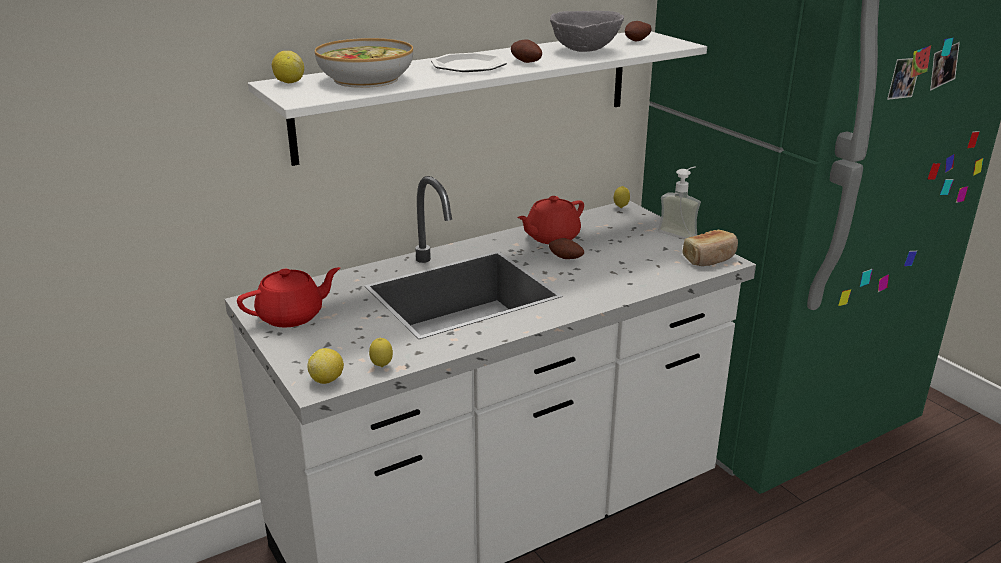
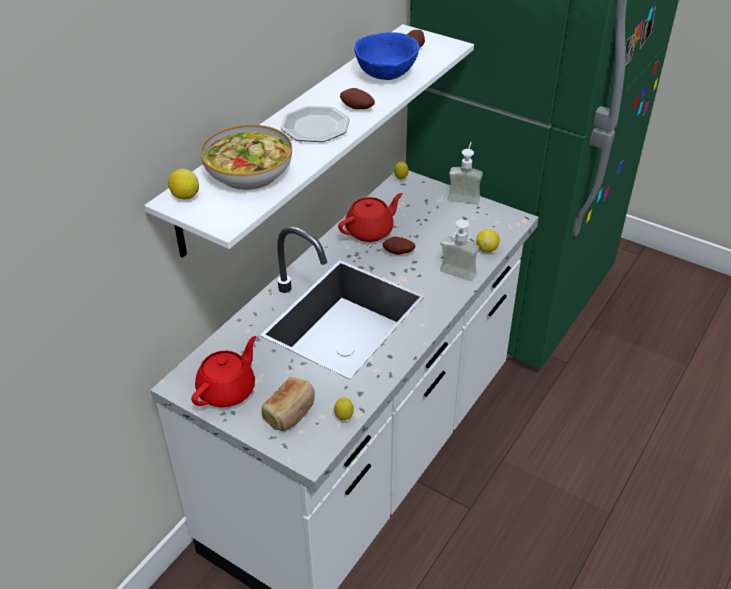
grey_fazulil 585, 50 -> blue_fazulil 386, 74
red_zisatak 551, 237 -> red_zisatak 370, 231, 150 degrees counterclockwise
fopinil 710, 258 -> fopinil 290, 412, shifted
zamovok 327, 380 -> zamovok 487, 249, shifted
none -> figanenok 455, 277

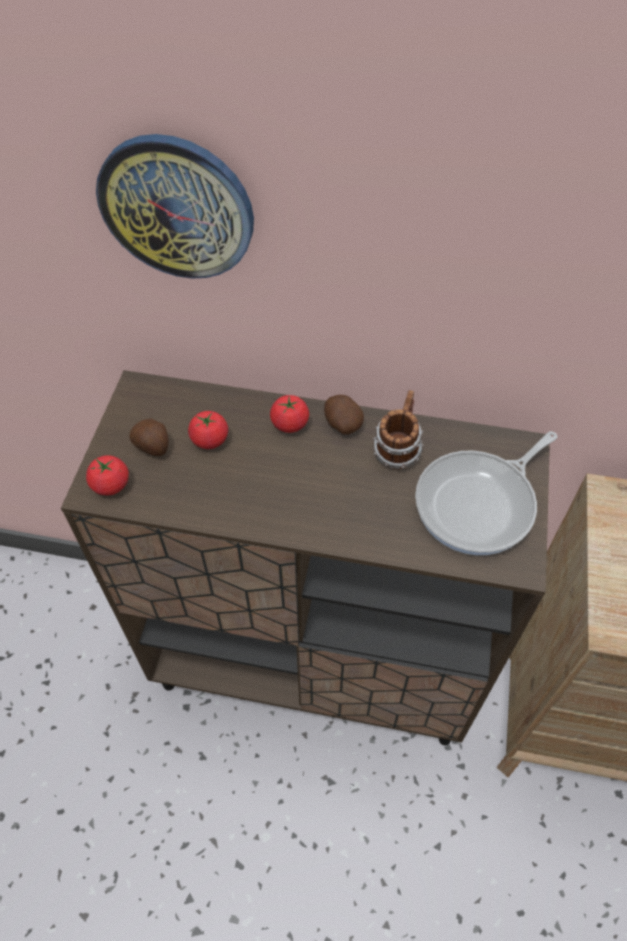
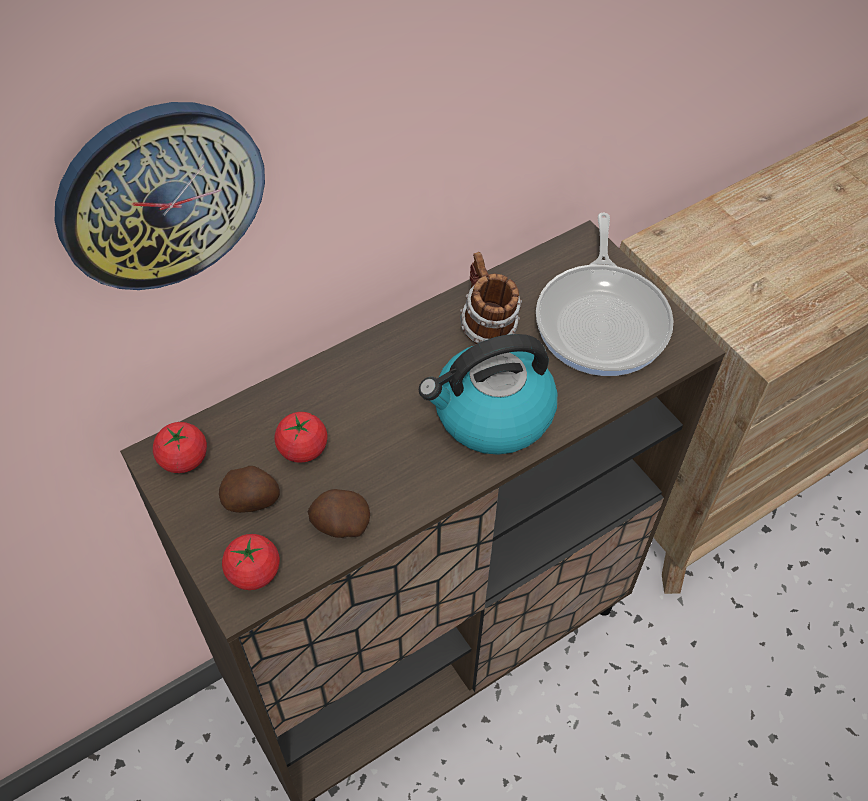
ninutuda 290, 424 -> ninutuda 184, 459, shifted
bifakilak 341, 424 -> bifakilak 340, 524, shifted
none -> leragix 491, 414

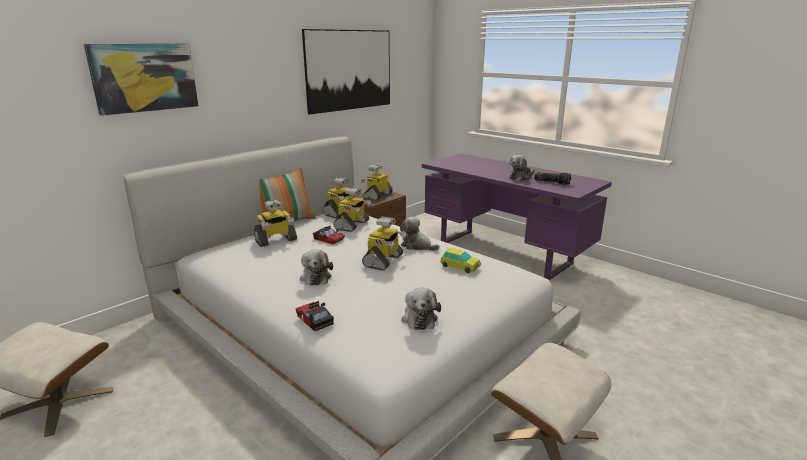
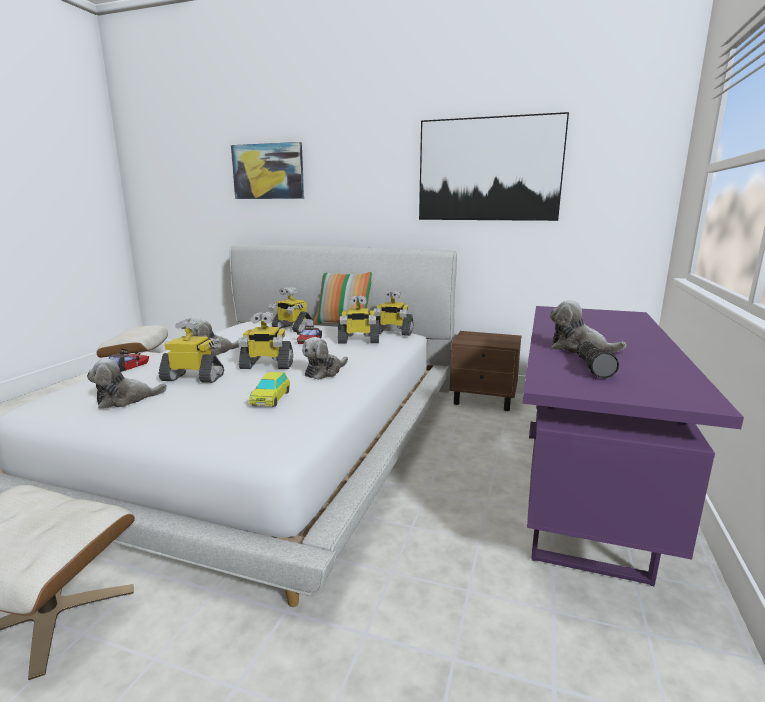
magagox 377, 196 -> magagox 194, 378, shifted
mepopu 417, 246 -> mepopu 324, 372, 150 degrees counterclockwise

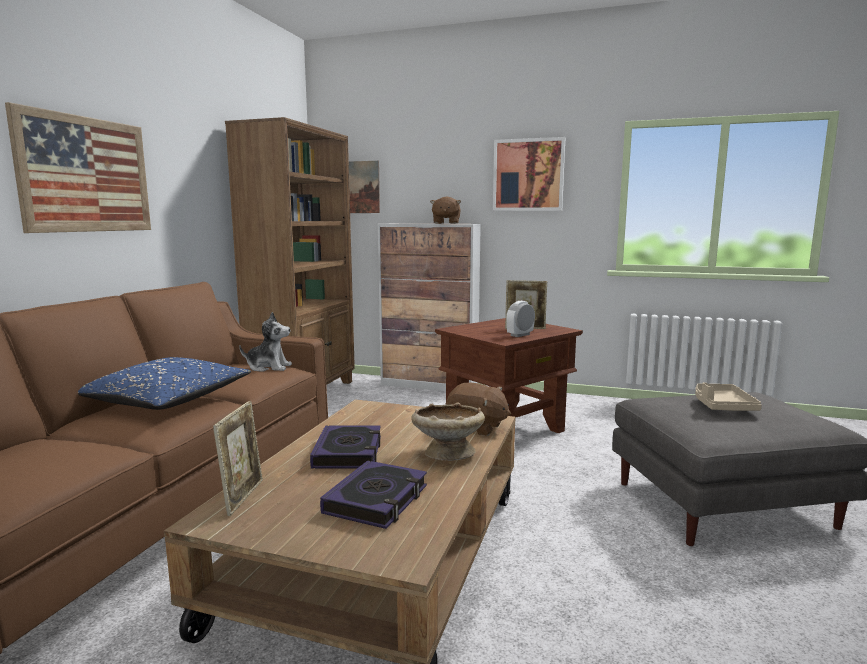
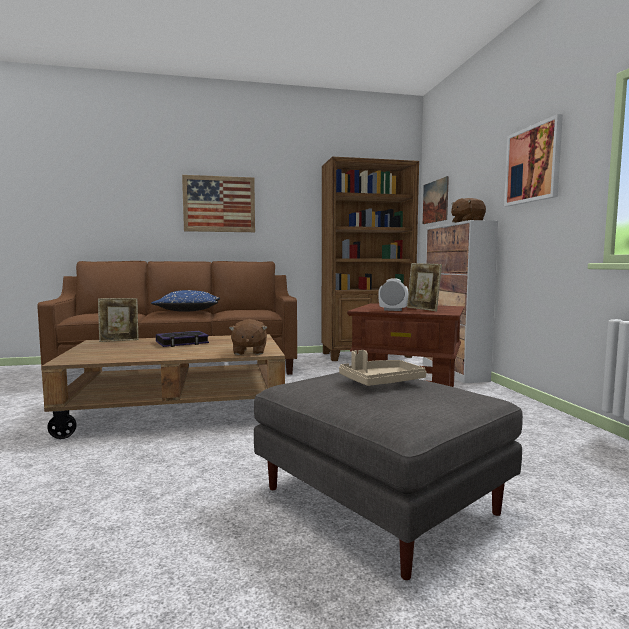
mepopu 268, 367 -> none
beige_fazulil 447, 454 -> none
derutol 377, 500 -> none

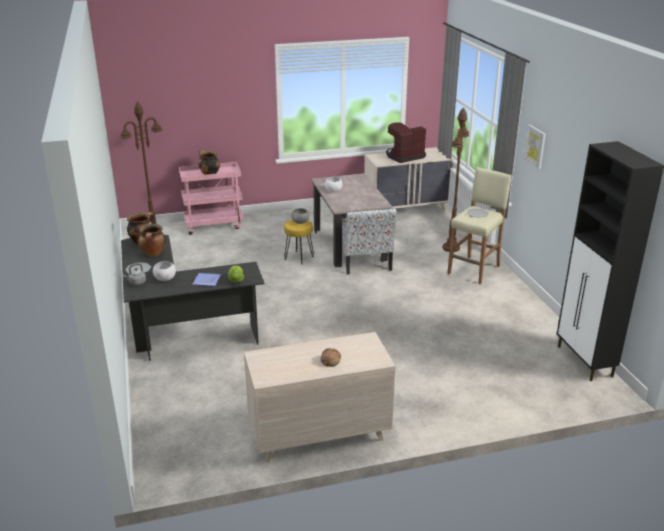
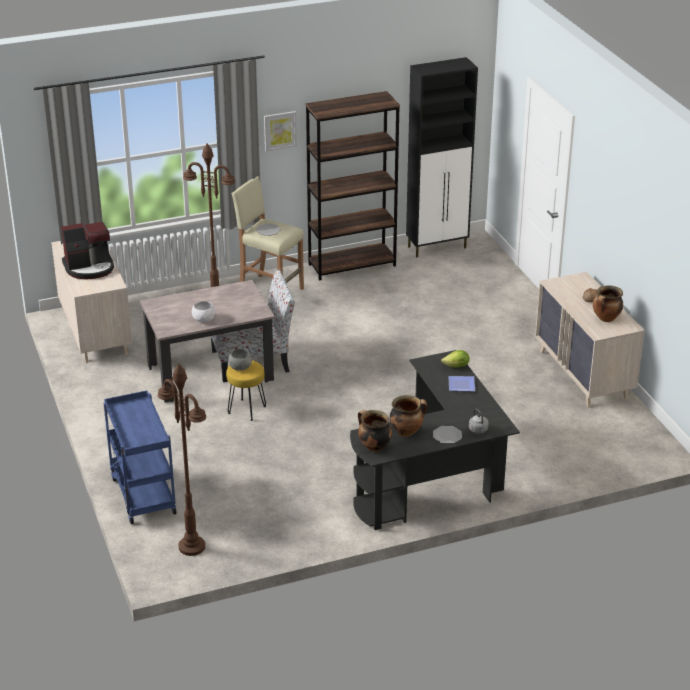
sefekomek 404, 156 -> sefekomek 89, 267, 75 degrees counterclockwise
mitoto 209, 175 -> mitoto 606, 319, shifted
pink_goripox 214, 225 -> blue_goripox 142, 495
white_fazulil 165, 278 -> none
none -> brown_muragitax 352, 265

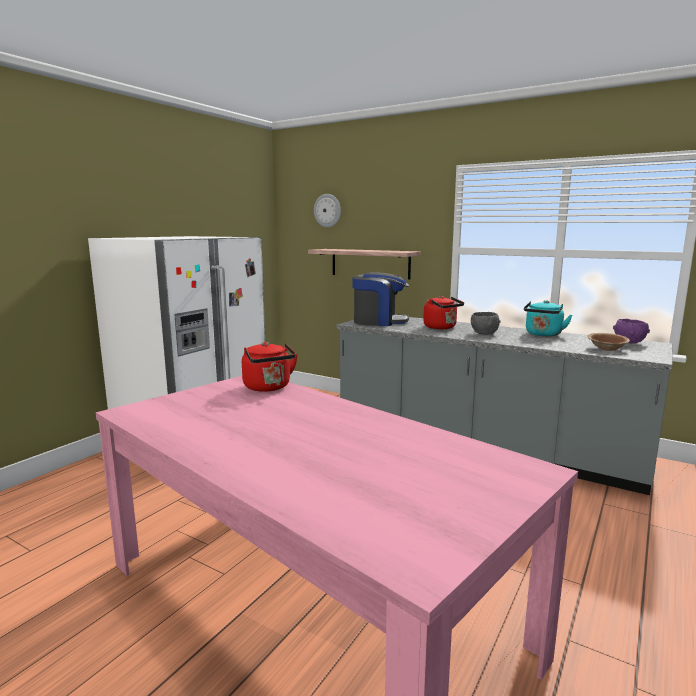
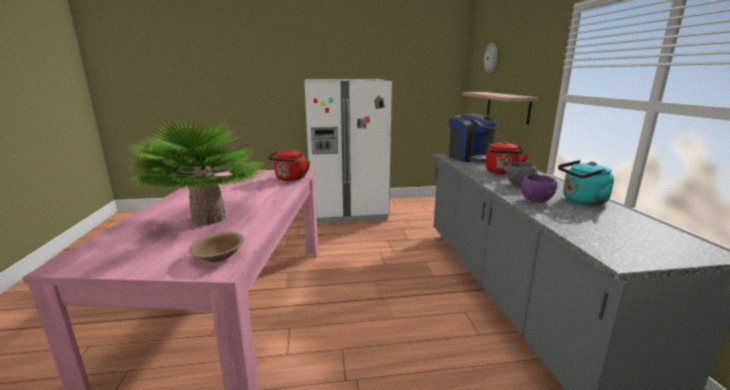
purple_fazulil 629, 342 -> purple_fazulil 535, 201, shifted
brown_fazulil 606, 349 -> brown_fazulil 219, 257, shifted
none -> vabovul 209, 218

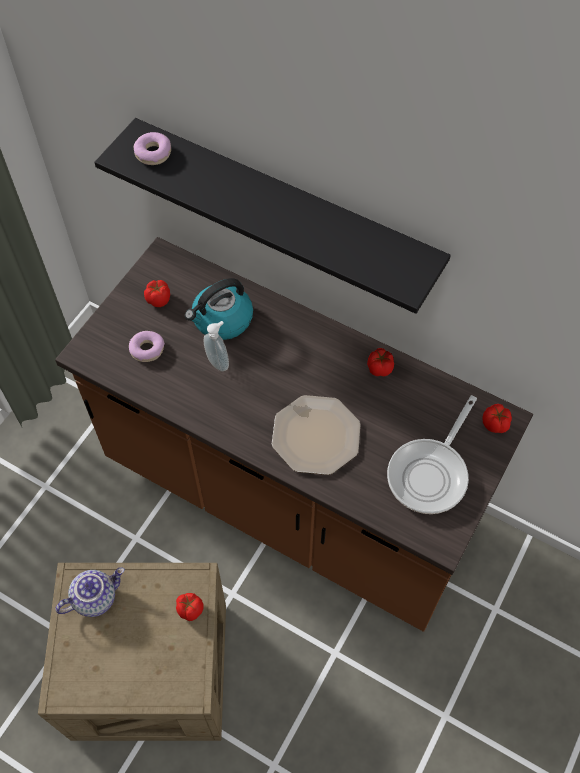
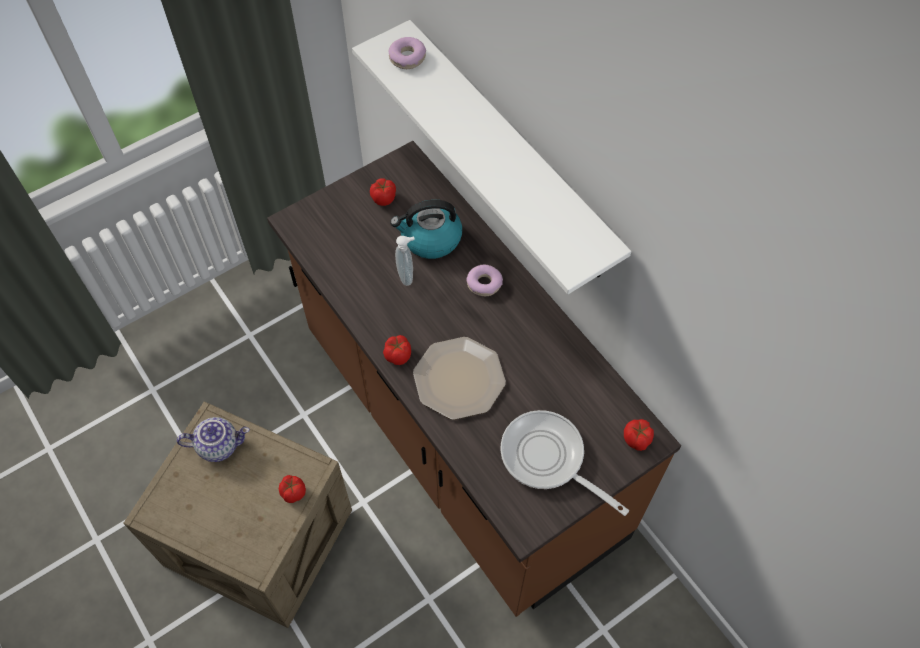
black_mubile 285, 209 -> white_mubile 510, 152
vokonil 147, 349 -> vokonil 484, 284, shifted
ninutuda 379, 368 -> ninutuda 398, 355, shifted
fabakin 431, 473 -> fabakin 548, 459, 75 degrees clockwise

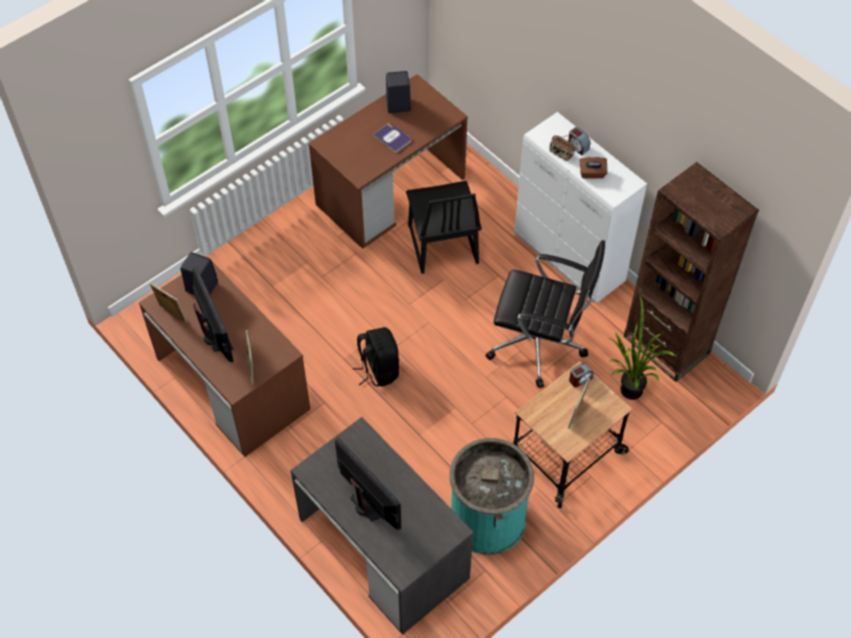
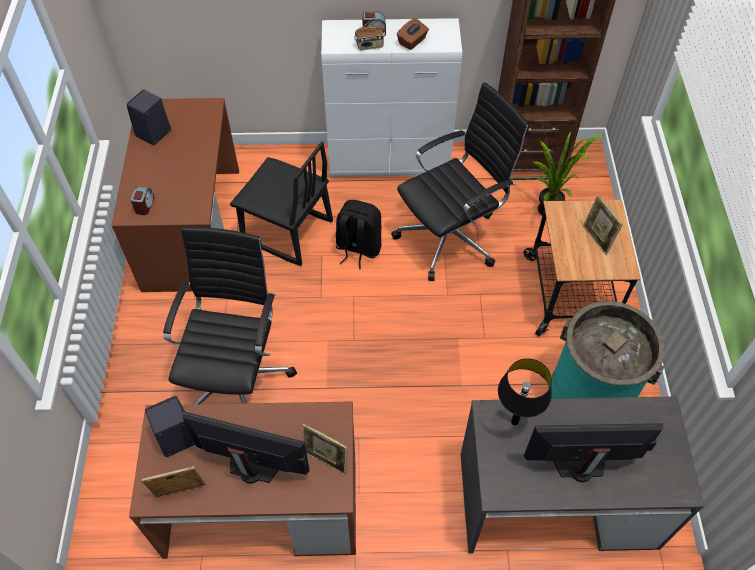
derutol 392, 138 -> none
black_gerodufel 378, 370 -> black_gerodufel 358, 248, shifted
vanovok 580, 379 -> vanovok 144, 205, shifted
none -> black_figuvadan 236, 378
none -> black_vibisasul 514, 422

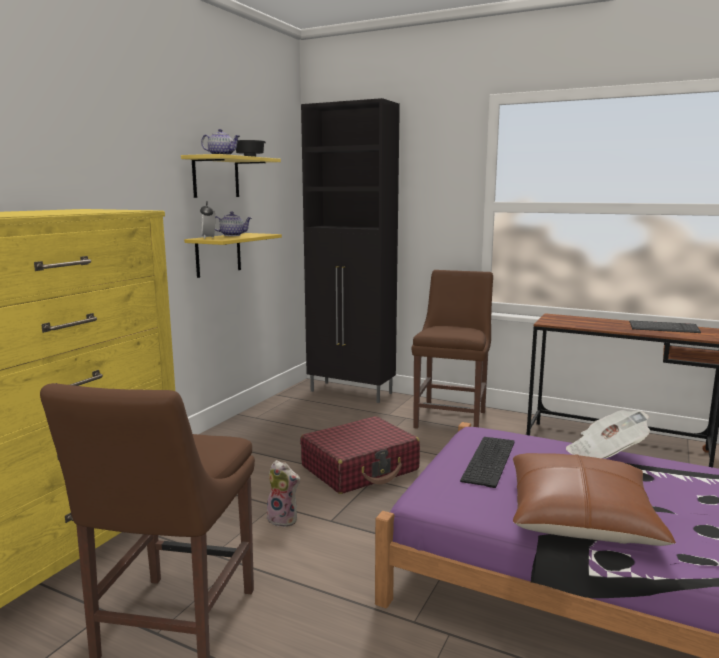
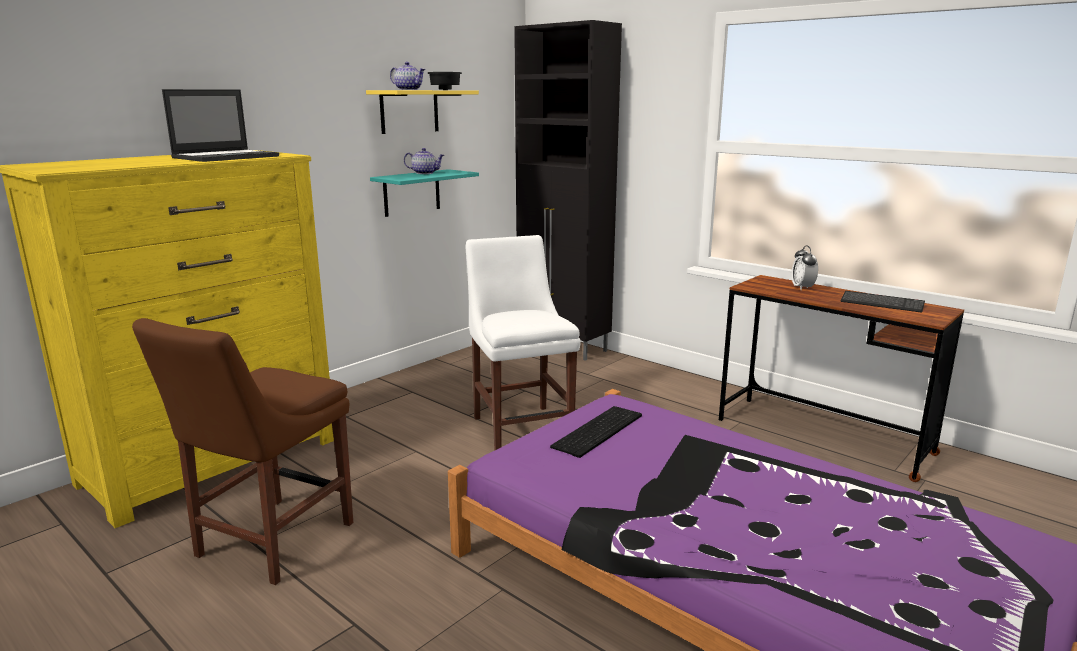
vanovok 208, 238 -> vanovok 802, 288, shifted
yellow_mubile 218, 254 -> turquoise_mubile 411, 192
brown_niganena 452, 418 -> none
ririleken 605, 453 -> none
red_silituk 360, 468 -> white_niganena 521, 426
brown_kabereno 581, 517 -> none
mepopu 284, 519 -> none
none -> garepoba 227, 157

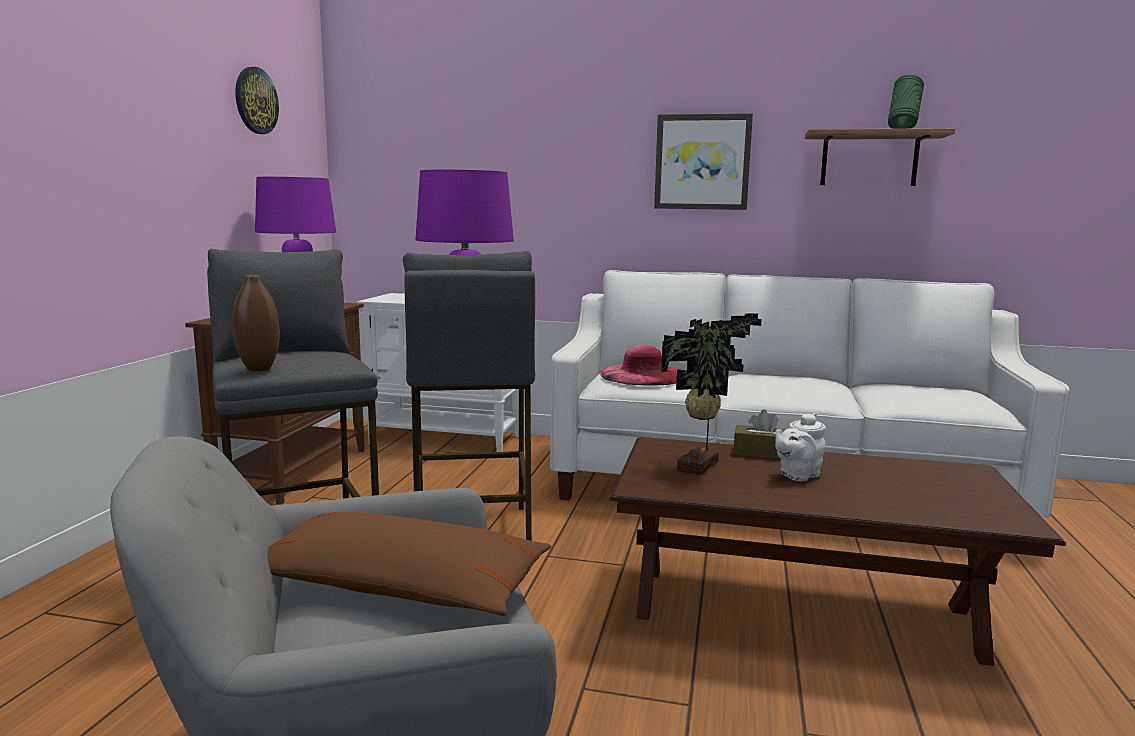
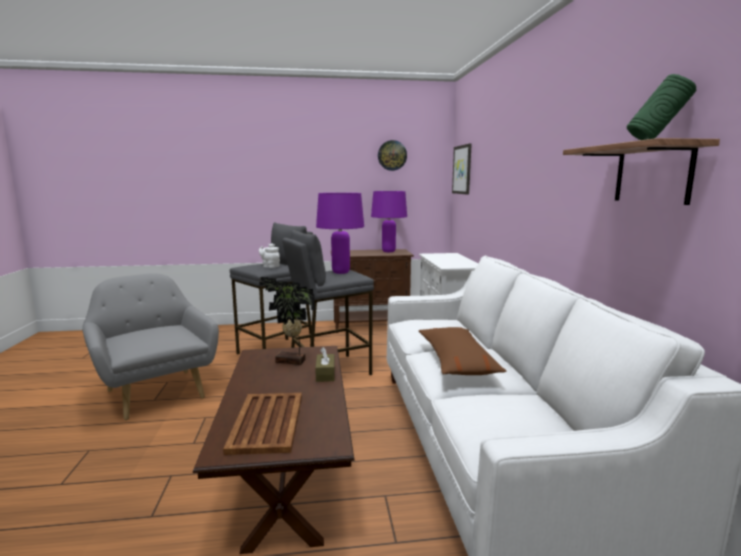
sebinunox 702, 162 -> sebinunox 462, 169, shifted
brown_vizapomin 259, 369 -> none
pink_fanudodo 642, 375 -> none
white_zisatak 797, 475 -> white_zisatak 270, 266, shifted
brown_kabereno 400, 587 -> brown_kabereno 456, 361, shifted
none -> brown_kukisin 267, 422

